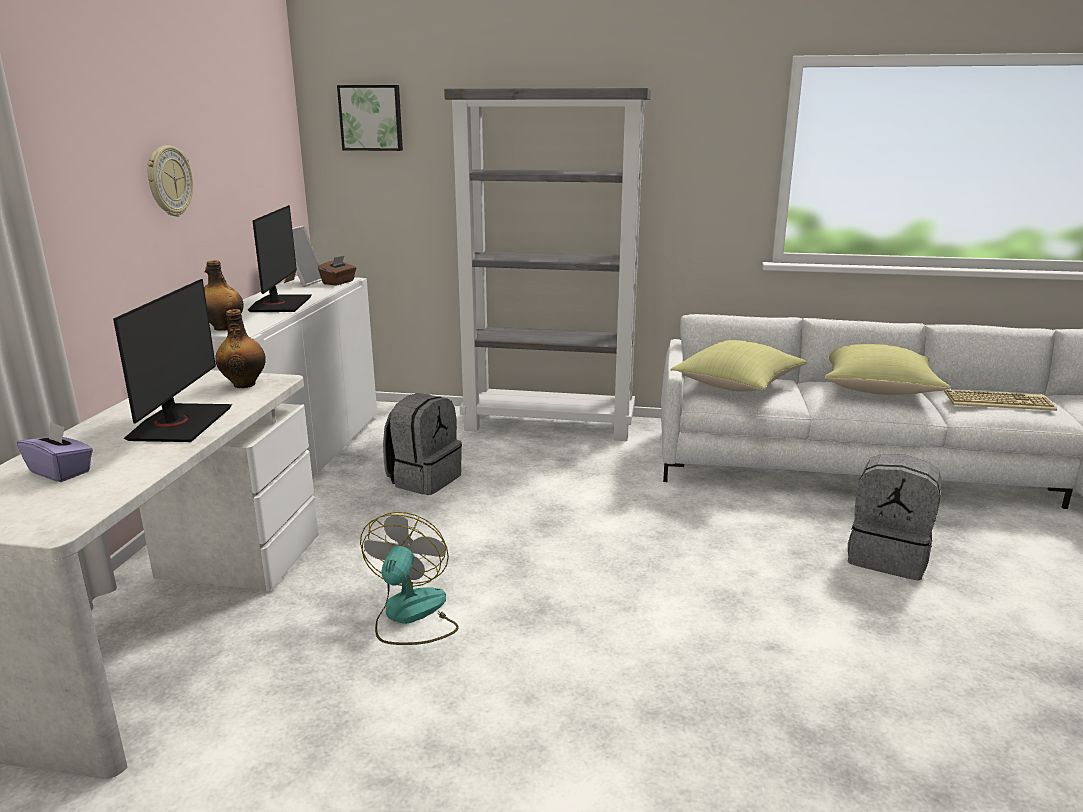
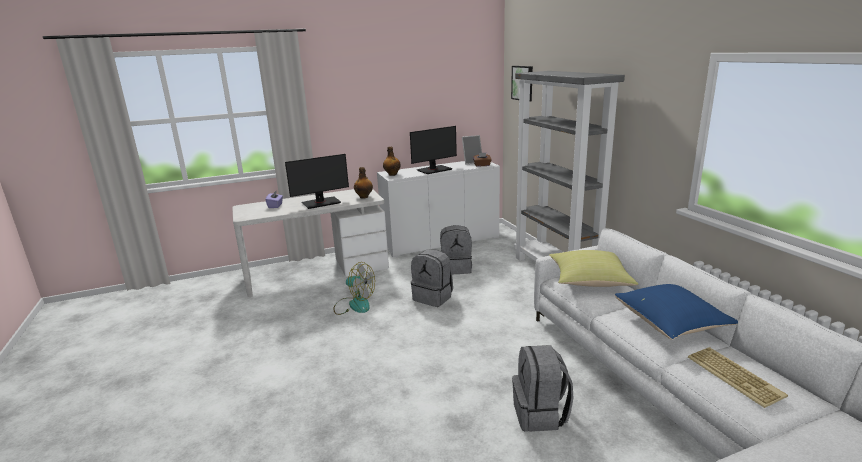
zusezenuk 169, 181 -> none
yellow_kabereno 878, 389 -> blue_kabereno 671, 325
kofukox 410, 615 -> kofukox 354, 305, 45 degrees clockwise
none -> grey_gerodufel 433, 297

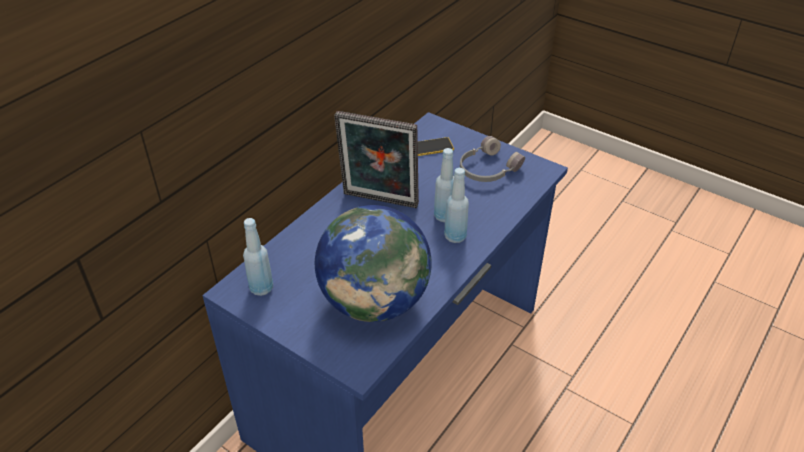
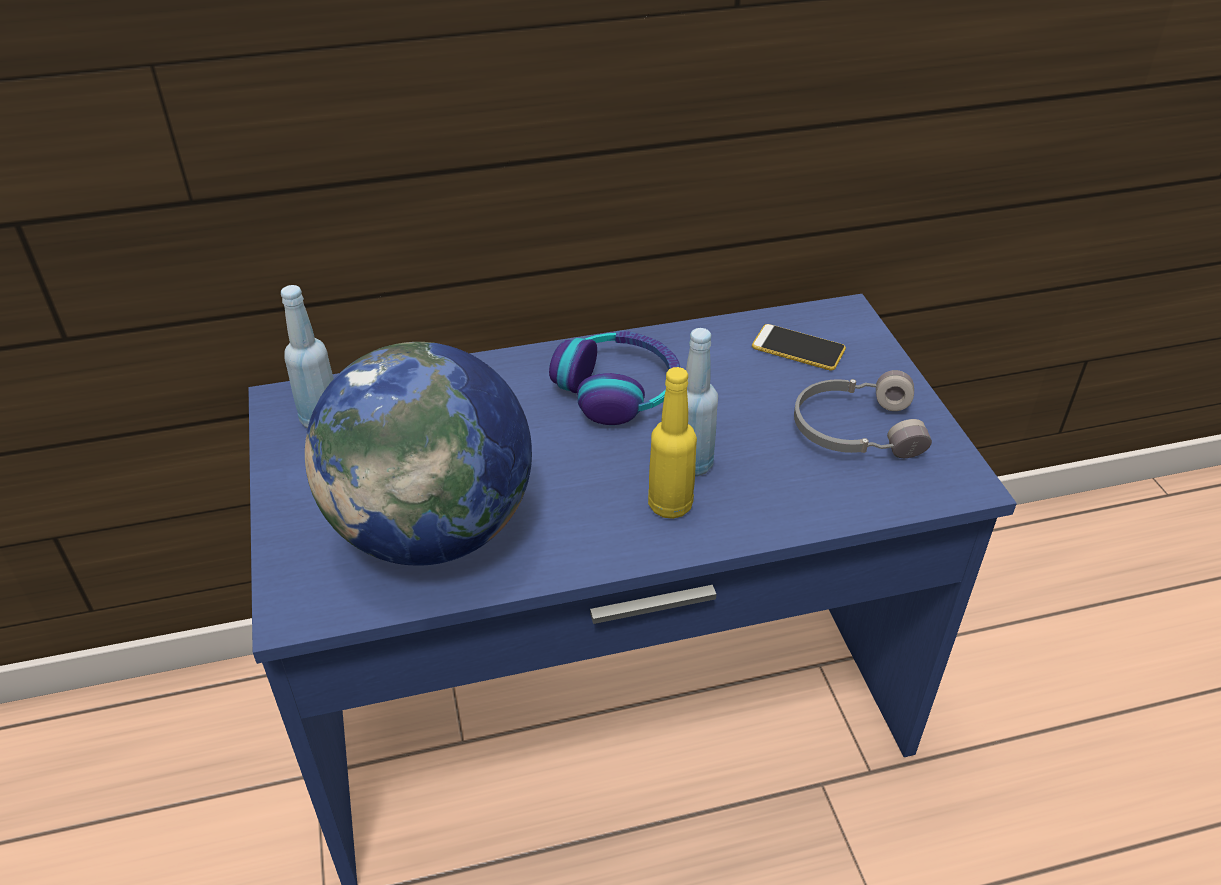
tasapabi 379, 202 -> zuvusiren 618, 389
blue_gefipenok 455, 236 -> yellow_gefipenok 670, 505

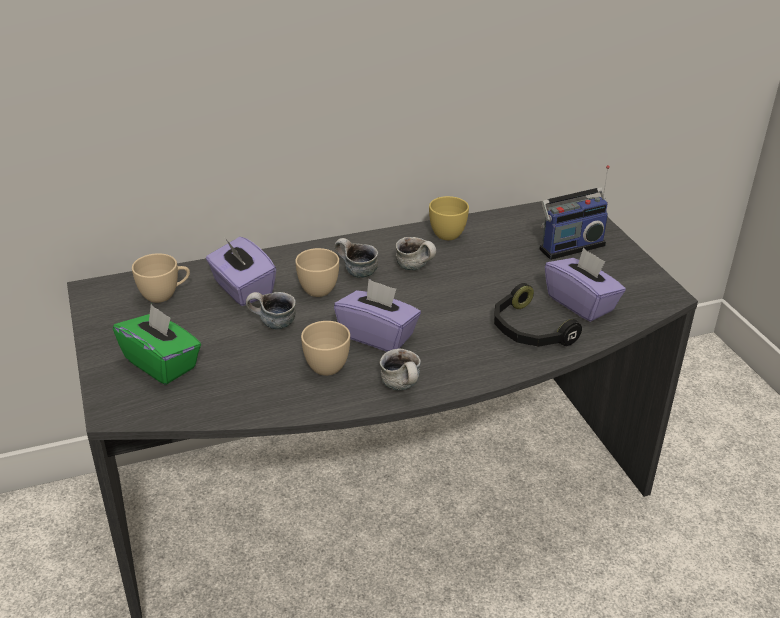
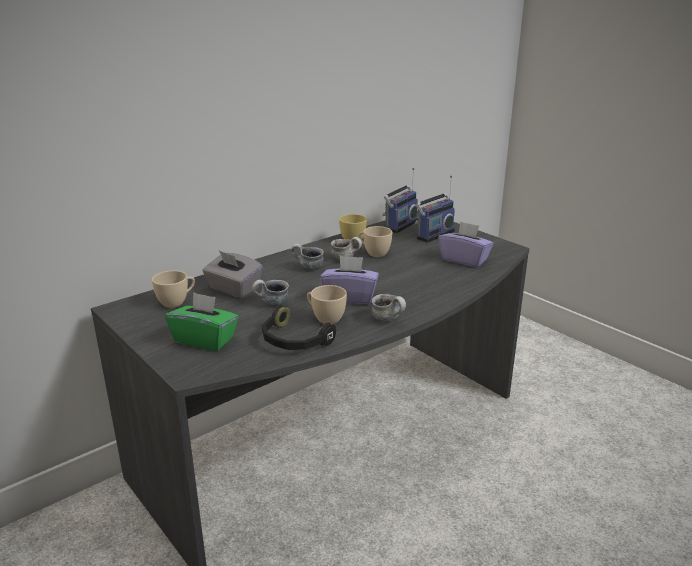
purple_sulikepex 242, 289 -> grey_sulikepex 233, 289
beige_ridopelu 315, 288 -> beige_ridopelu 374, 253, shifted
black_zuvusiren 528, 330 -> black_zuvusiren 293, 341, shifted
none -> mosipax 399, 225

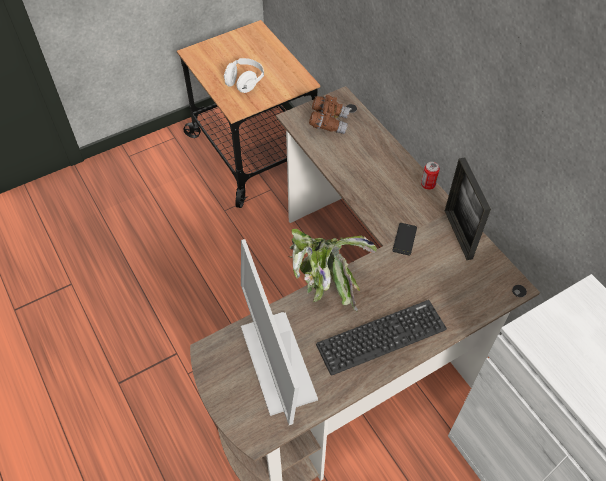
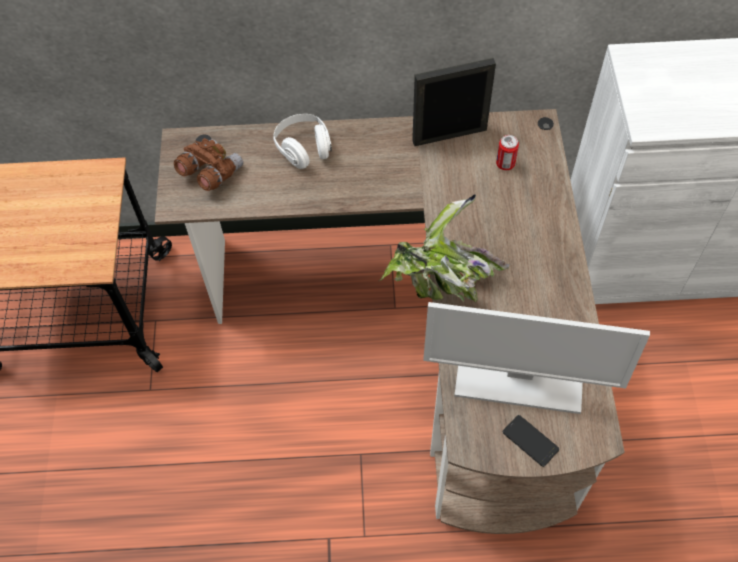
white_zuvusiren 244, 82 -> white_zuvusiren 304, 149, shifted
tasapabi 458, 234 -> tasapabi 449, 135, 150 degrees clockwise
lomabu 428, 185 -> lomabu 505, 164, shifted
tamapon 404, 239 -> tamapon 530, 441, shifted
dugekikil 381, 337 -> none

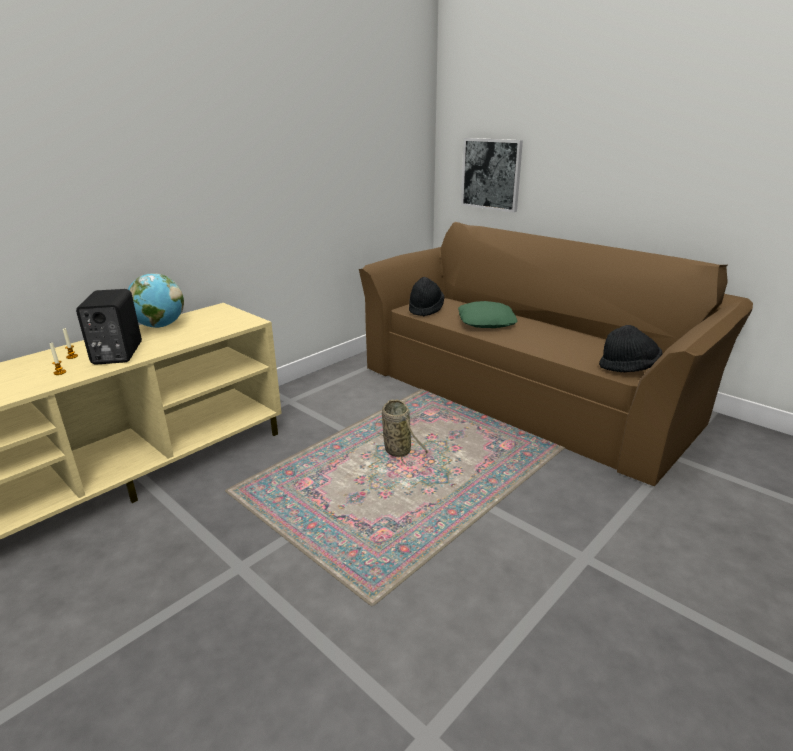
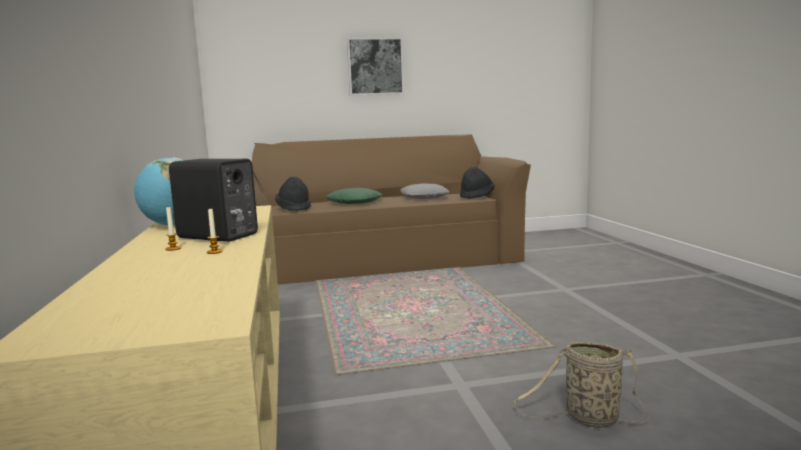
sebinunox 491, 174 -> sebinunox 375, 66, shifted
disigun 396, 449 -> disigun 587, 419, shifted
none -> grey_kabereno 424, 197

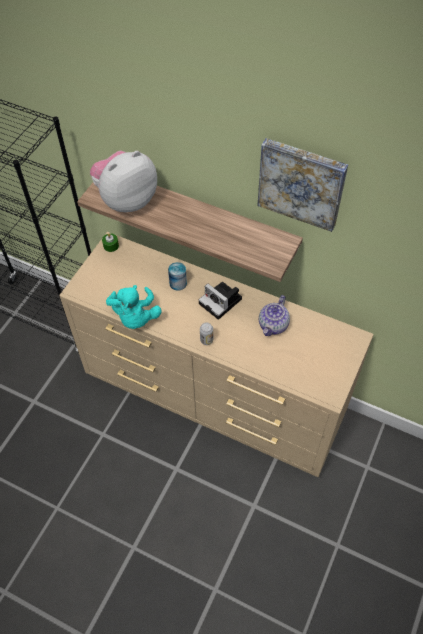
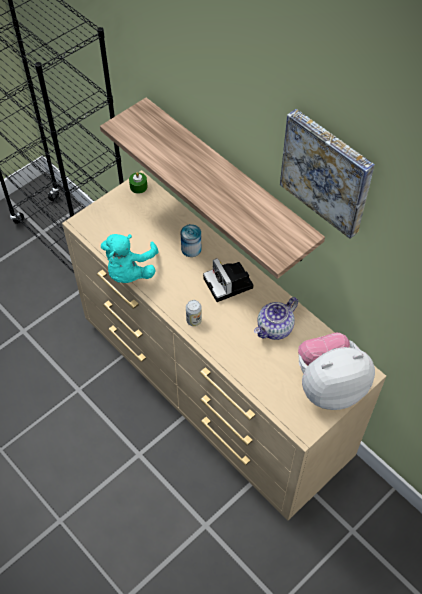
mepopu 126, 200 -> mepopu 329, 386, shifted

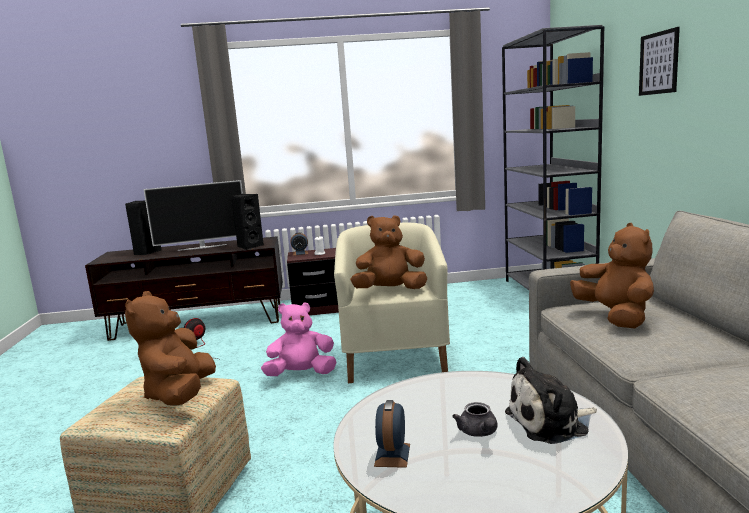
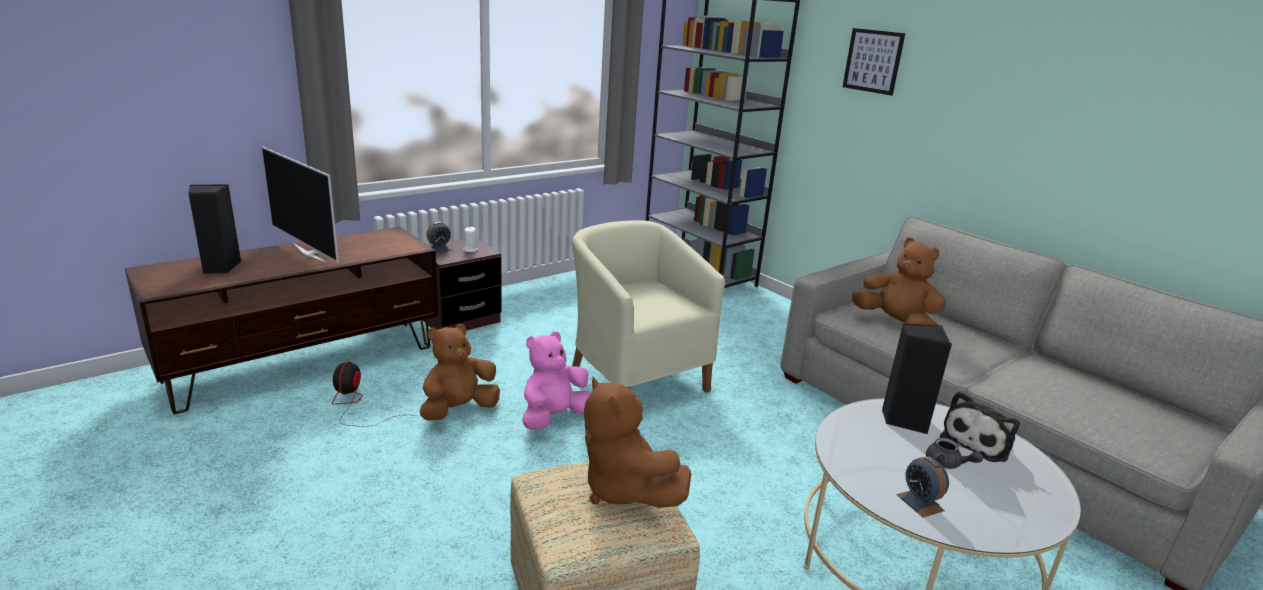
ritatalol 202, 247 -> ritatalol 310, 253, 90 degrees clockwise
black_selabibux 249, 246 -> black_selabibux 903, 419, shifted
brown_mepopu 390, 290 -> brown_mepopu 458, 410, shifted

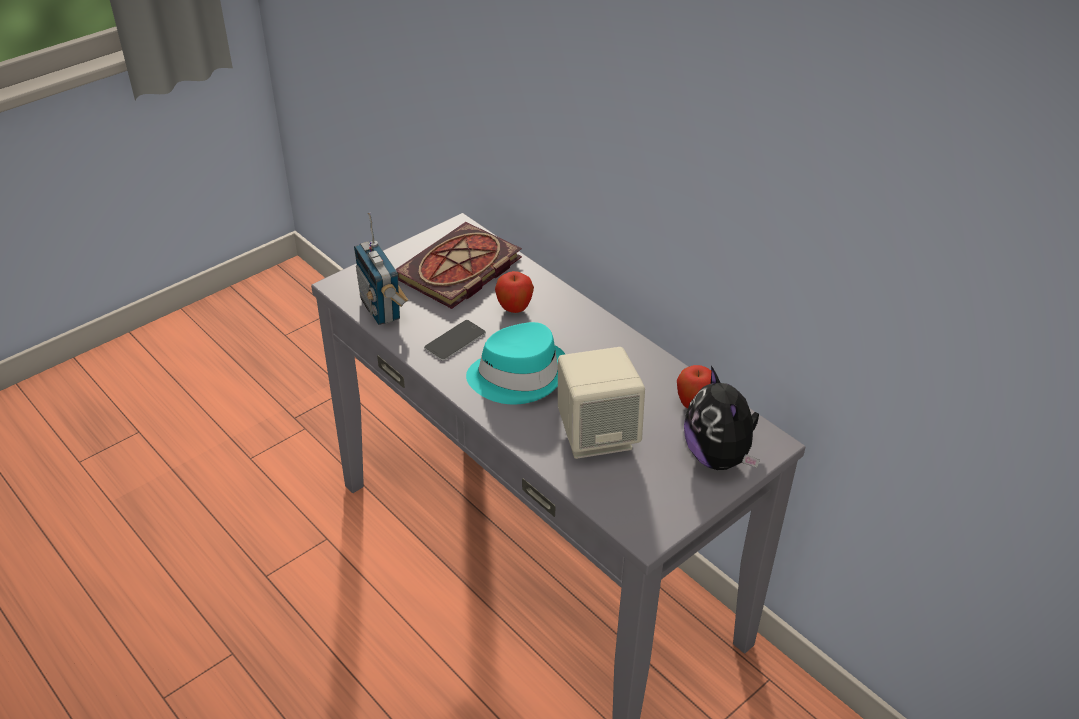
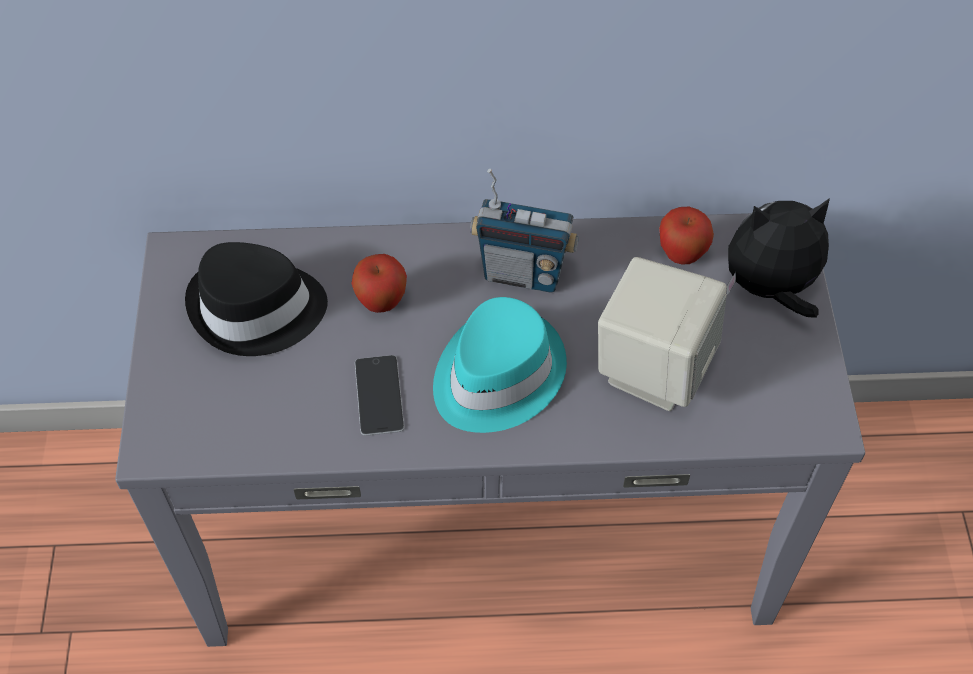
mosipax 382, 309 -> mosipax 523, 273, shifted
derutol 458, 271 -> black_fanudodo 257, 309
mepopu 718, 457 -> mepopu 769, 288, 150 degrees clockwise

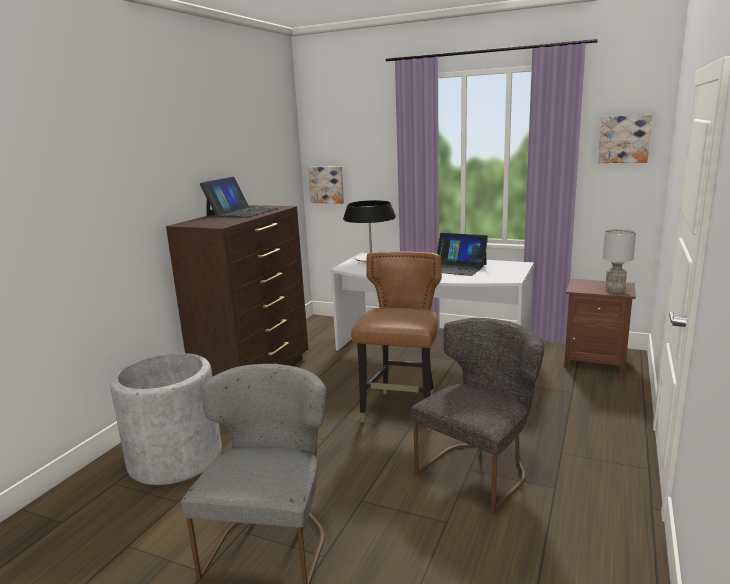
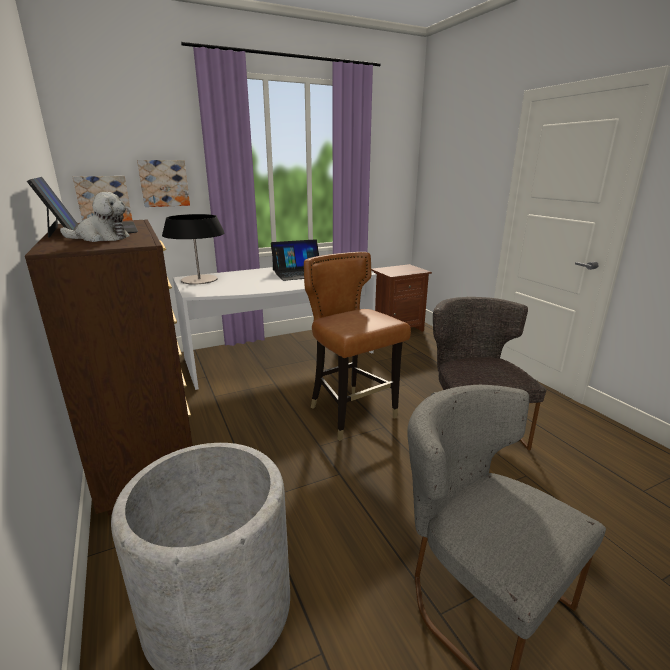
sebinunox 624, 139 -> sebinunox 164, 183, shifted
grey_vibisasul 614, 291 -> none
none -> mepopu 101, 238

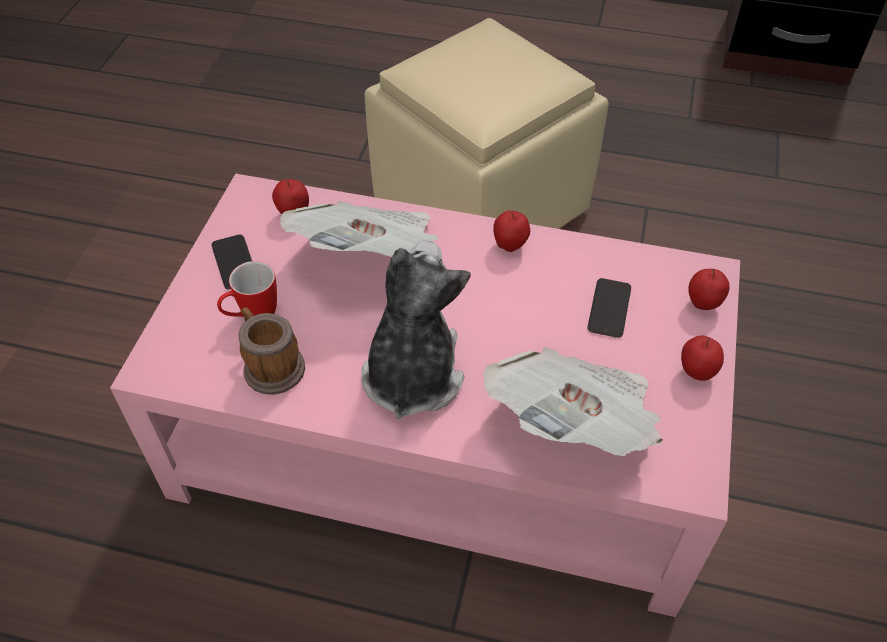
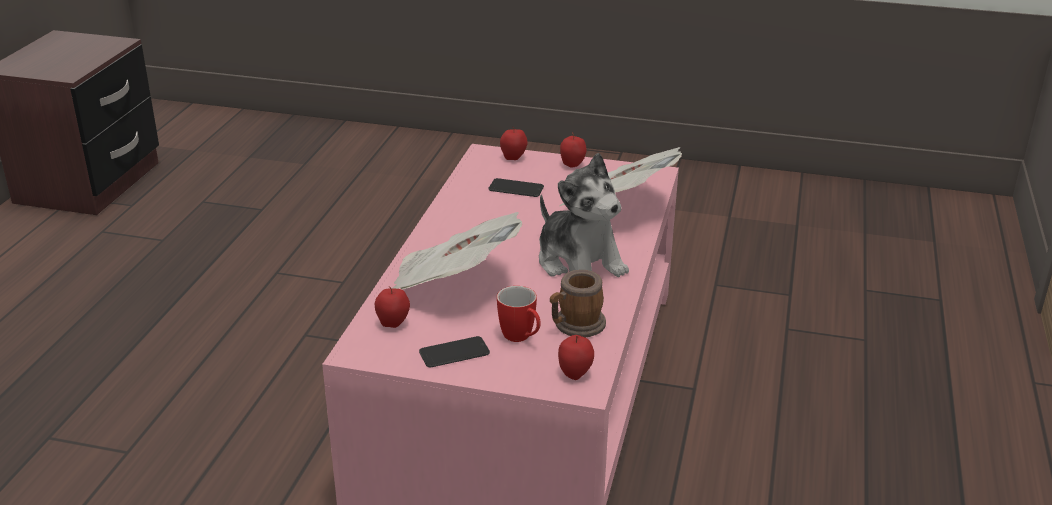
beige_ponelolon 483, 207 -> none
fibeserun 510, 246 -> fibeserun 575, 374, shifted
mepopu 412, 374 -> mepopu 579, 263, 135 degrees counterclockwise

